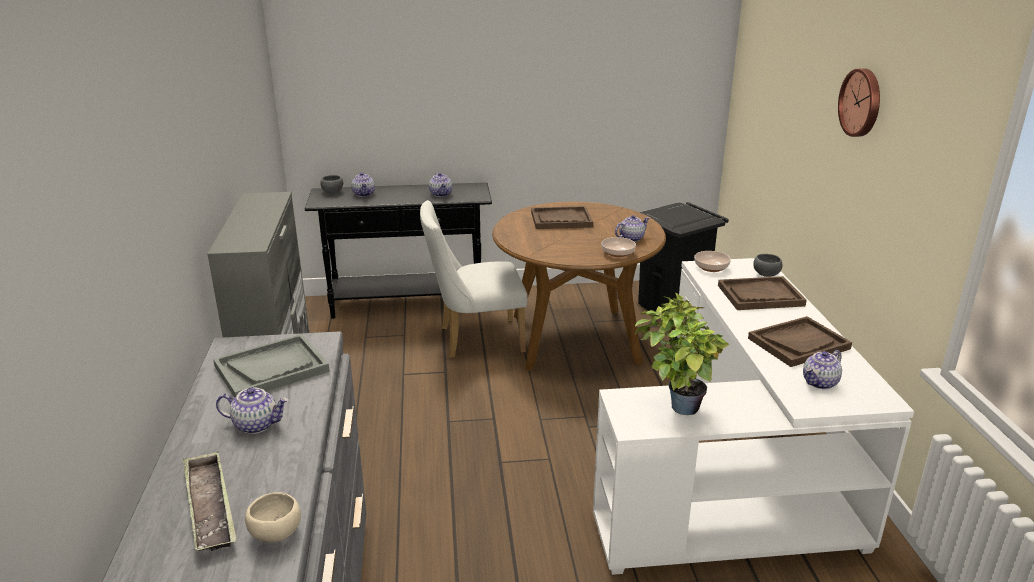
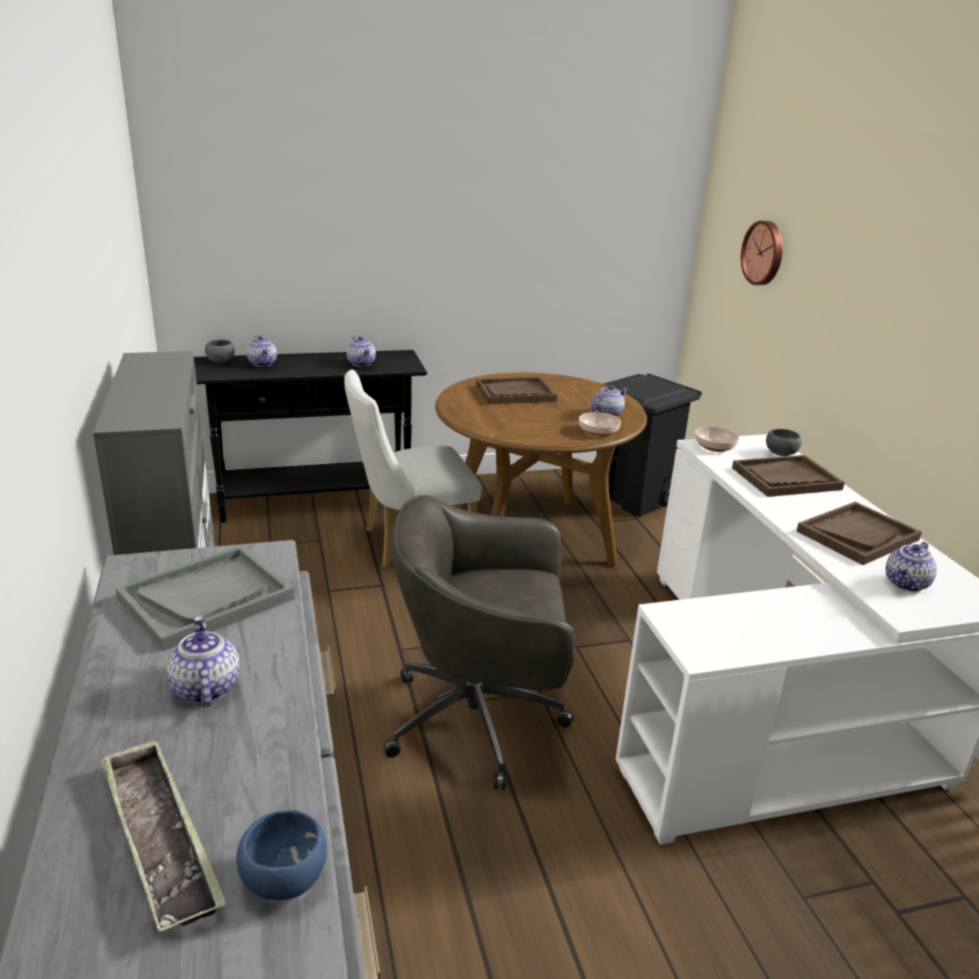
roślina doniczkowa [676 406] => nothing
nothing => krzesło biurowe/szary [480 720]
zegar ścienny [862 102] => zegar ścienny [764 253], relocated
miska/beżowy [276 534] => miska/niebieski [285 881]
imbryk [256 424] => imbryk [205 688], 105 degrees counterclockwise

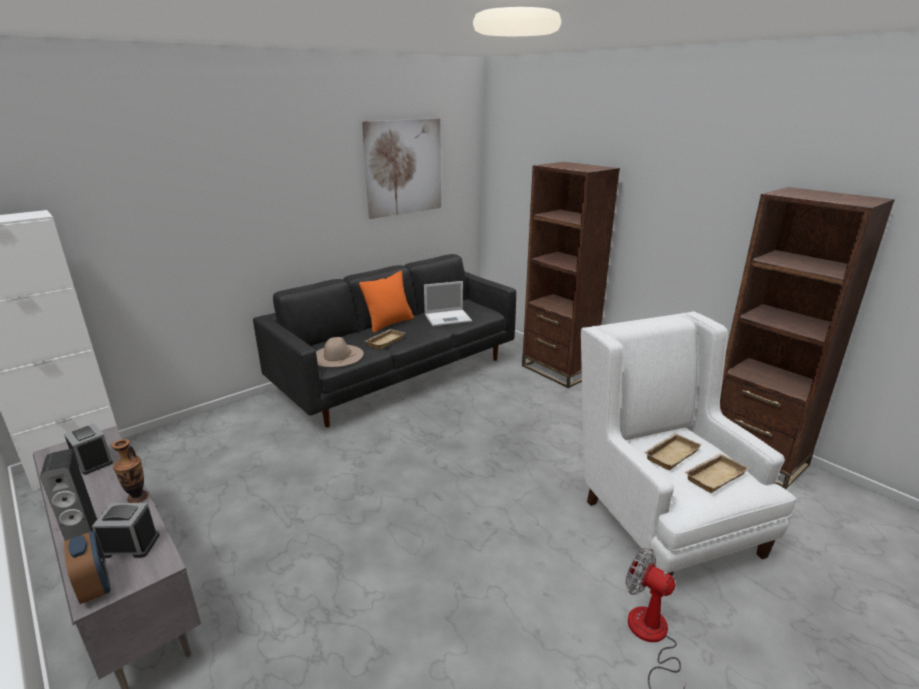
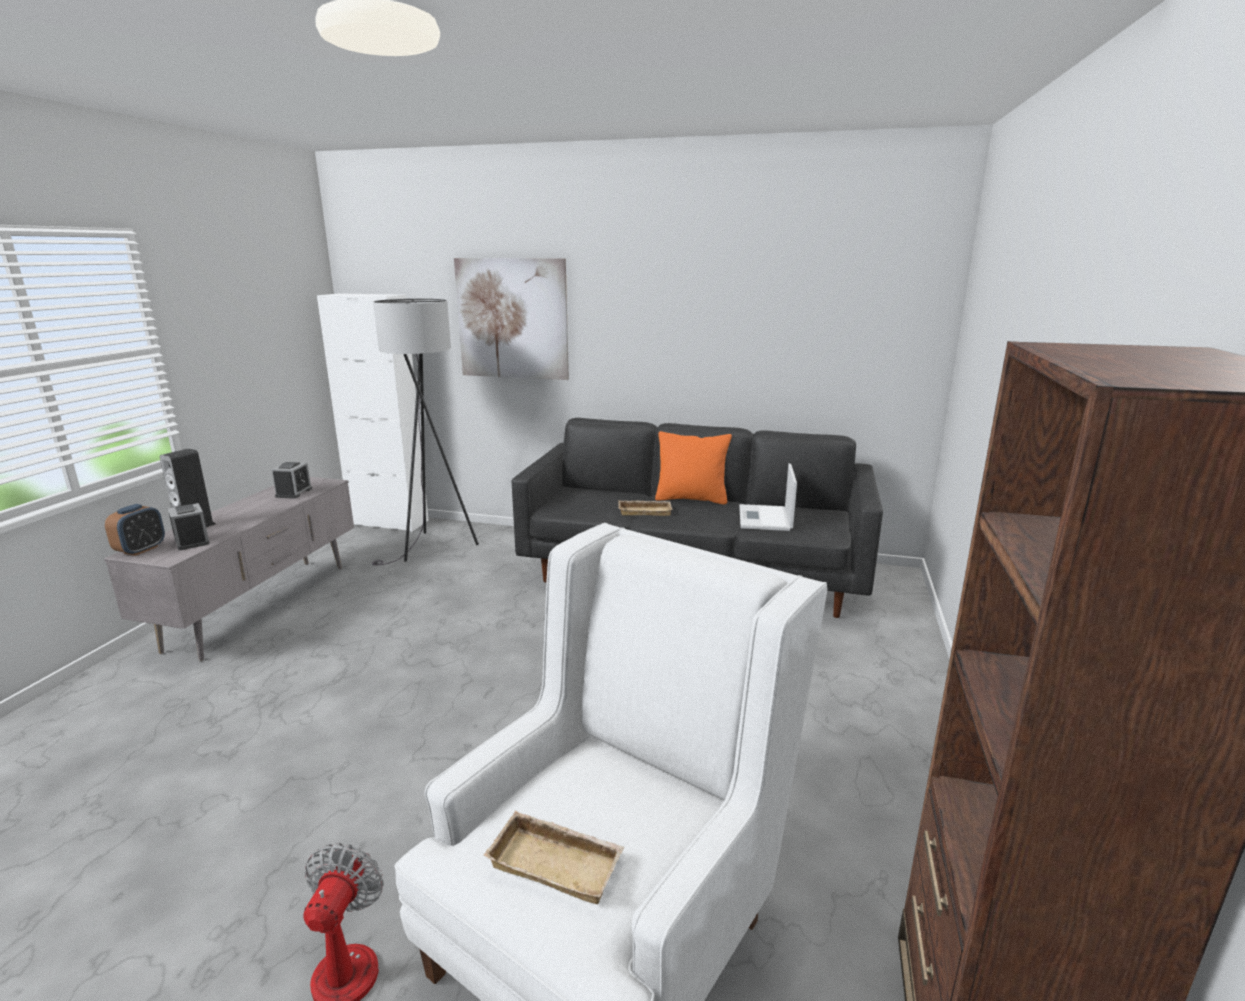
wazon [137 497] => nothing
kapelusz/beżowy [337 355] => nothing
regał/brązowy [558 370] => nothing
taca/beżowy [670 454] => nothing
nothing => lampa stojąca/szary [432 548]
obraz [403 167] => obraz [512 319], relocated
laptop [448 318] => laptop [765 519], 60 degrees clockwise

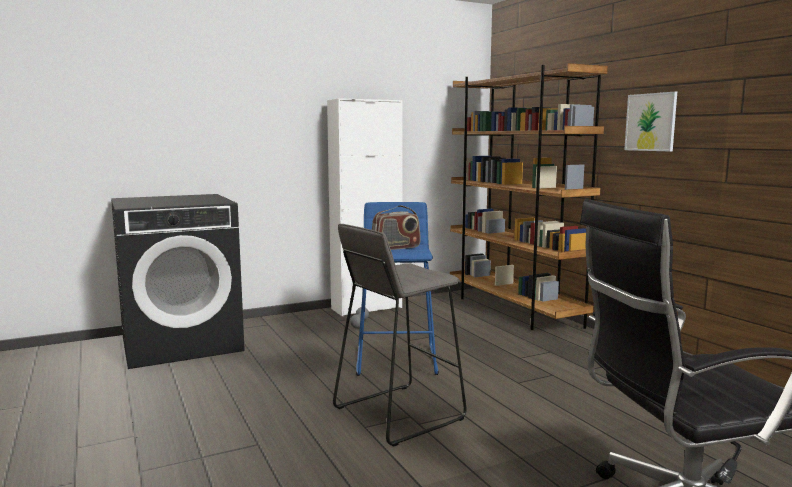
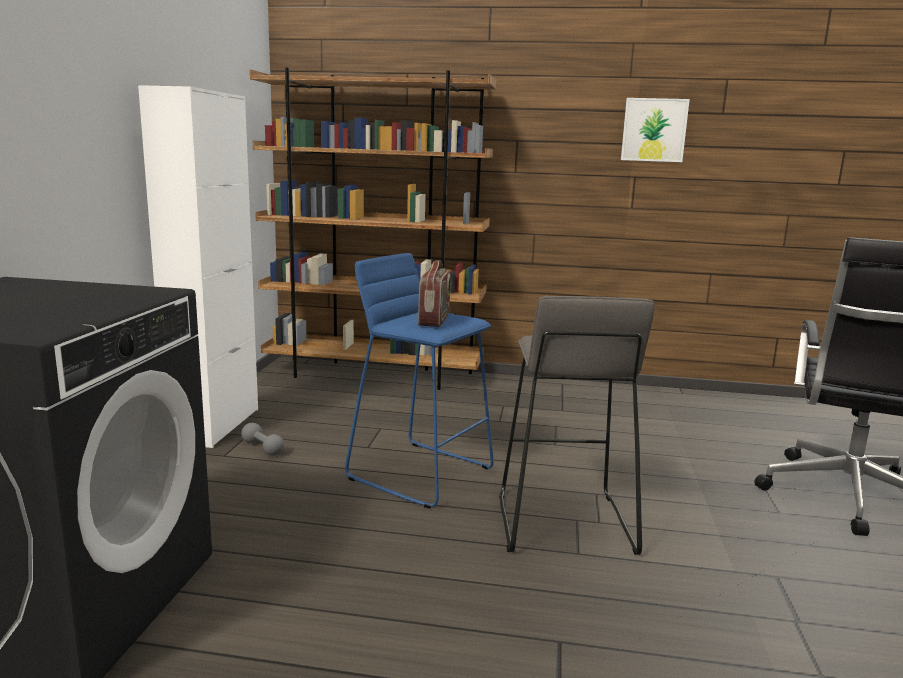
obraz [650 122] => obraz [654 130], relocated

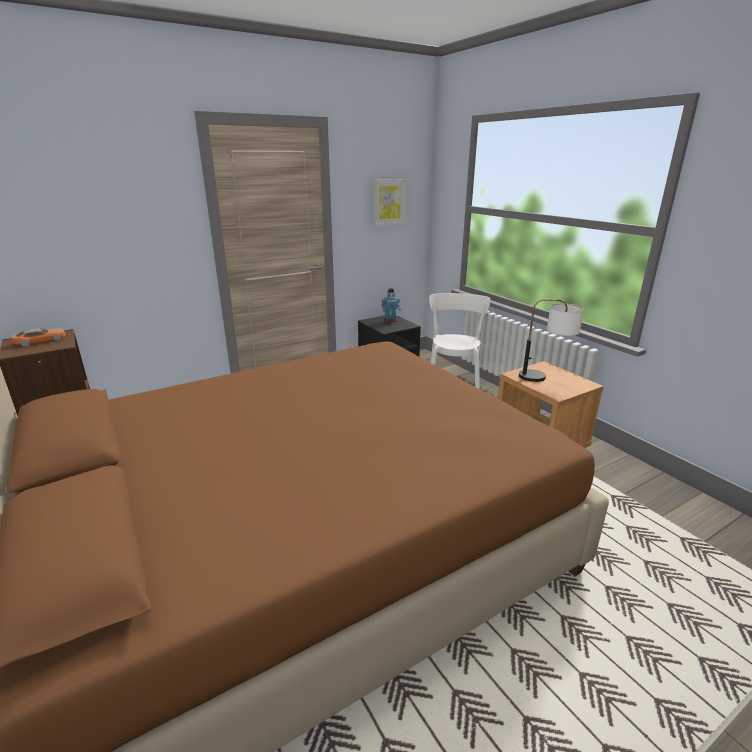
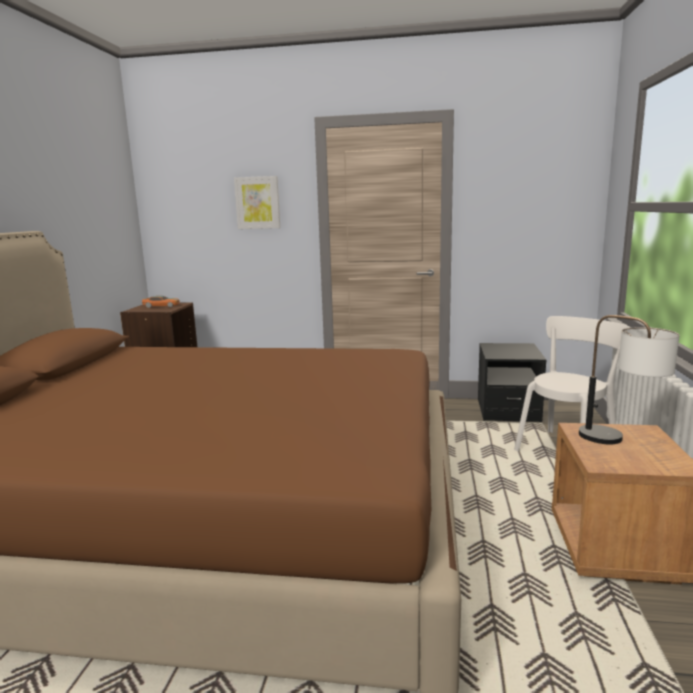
robot zabawkowy [390 320] => nothing
obraz [388 202] => obraz [257 203], relocated

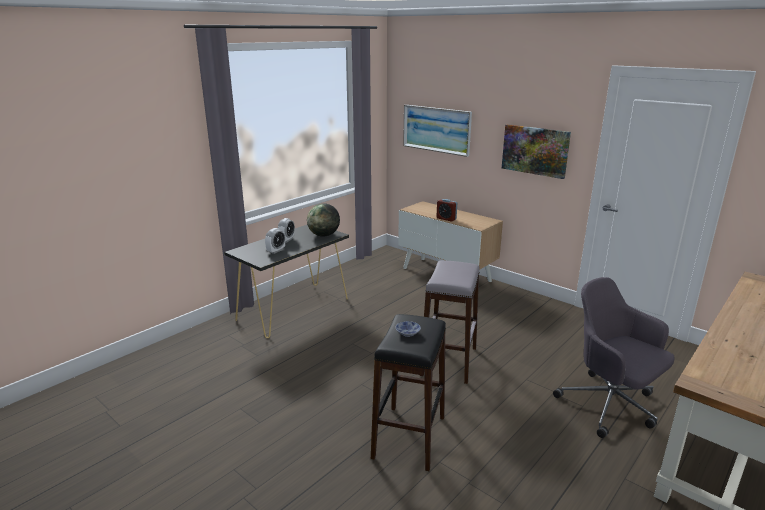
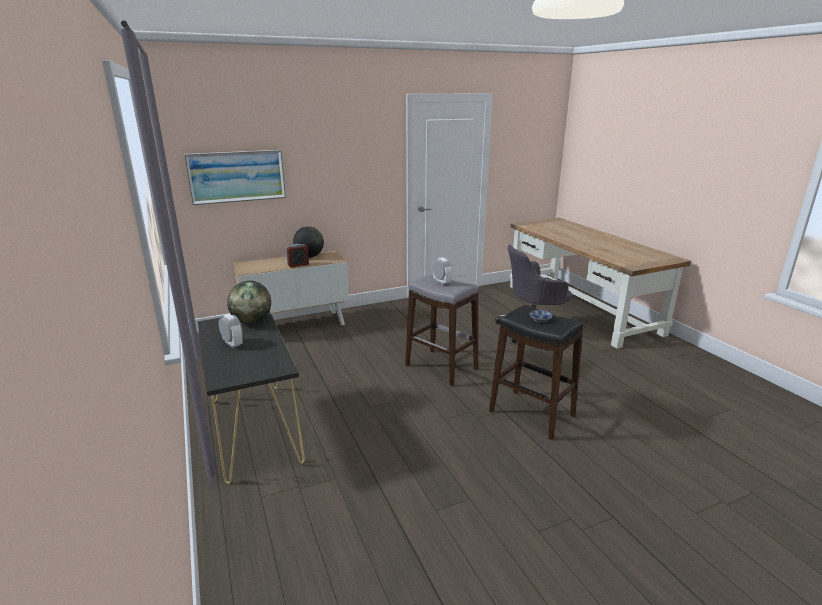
obraz [535 150] => nothing
nothing => globus [309 256]
budzik [276 251] => budzik [442 282], relocated

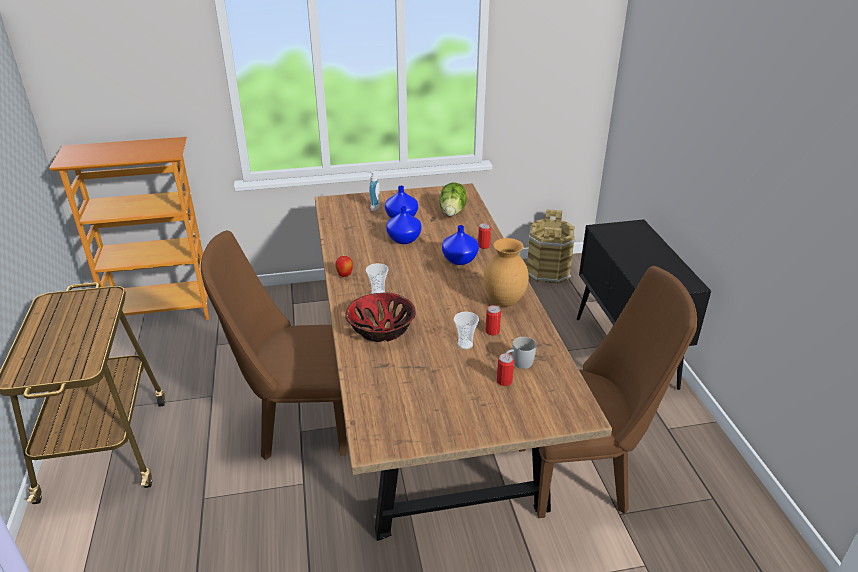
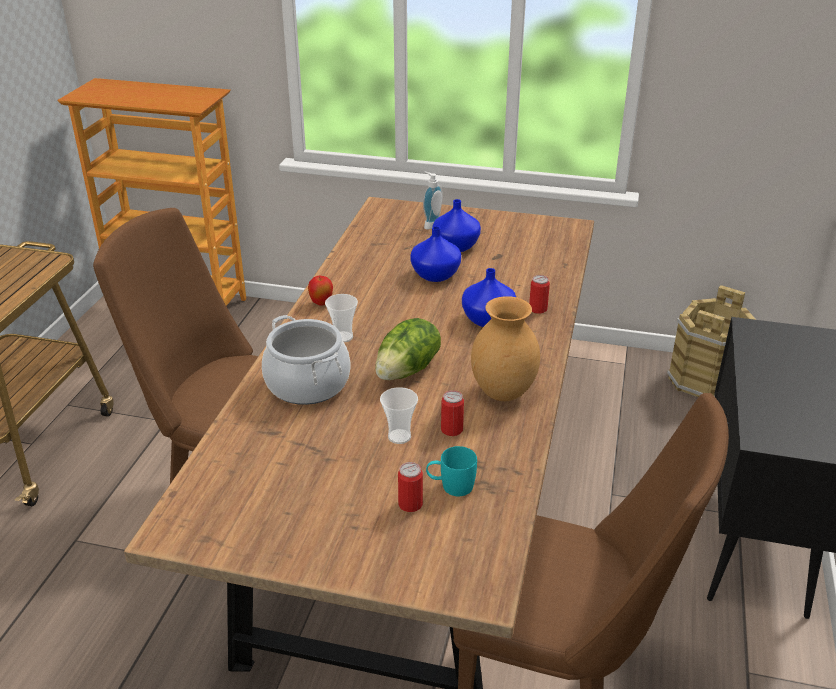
sałata [453 212] => sałata [408 370], relocated
miska [380 329] => garnek [307 384]
kubek/biały [518 363] => kubek/turkusowy [450 486]

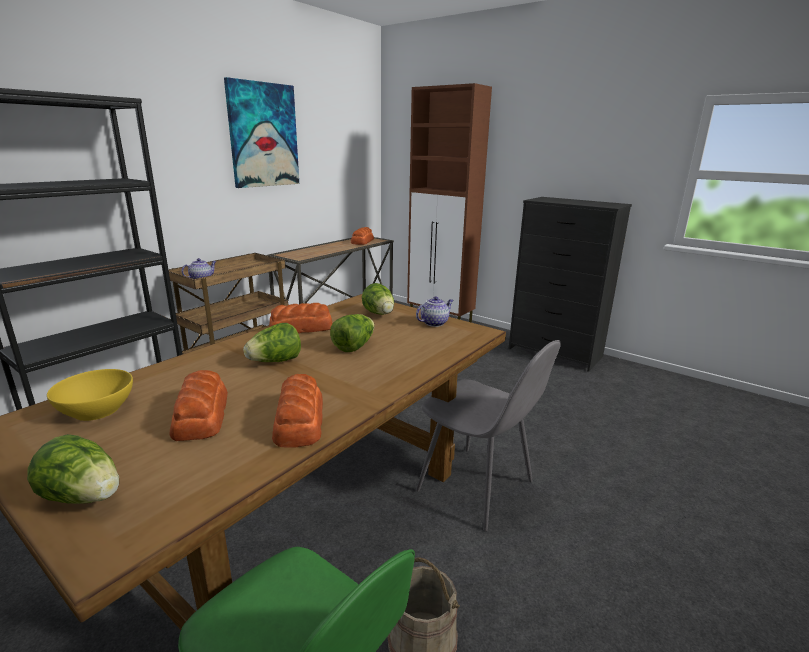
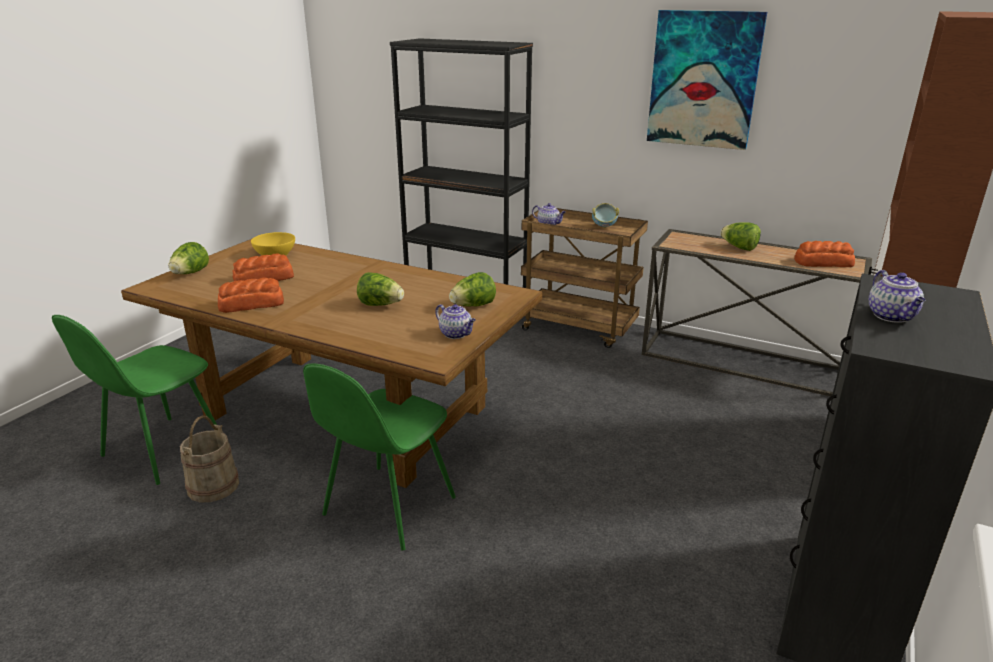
chleb [302 328] => nothing
nothing => miska [604 227]
nothing => imbryk [892 316]
sałata [275 361] => sałata [739 248], relocated
krzesło/szary [478 487] => krzesło/zielony [387 508]

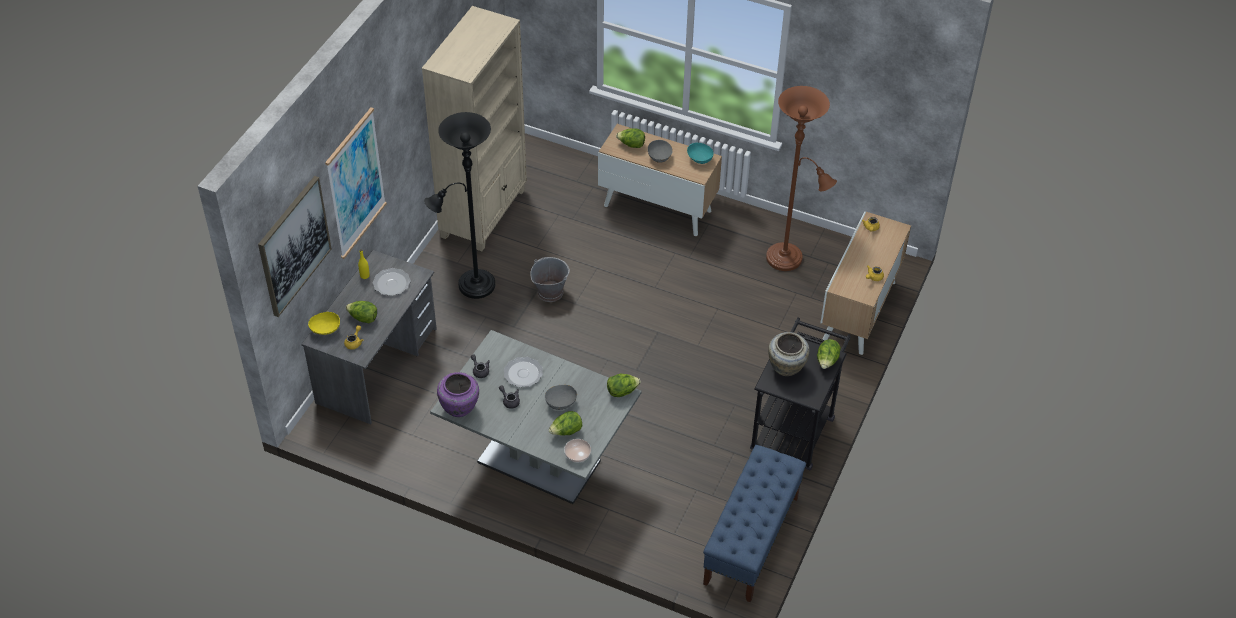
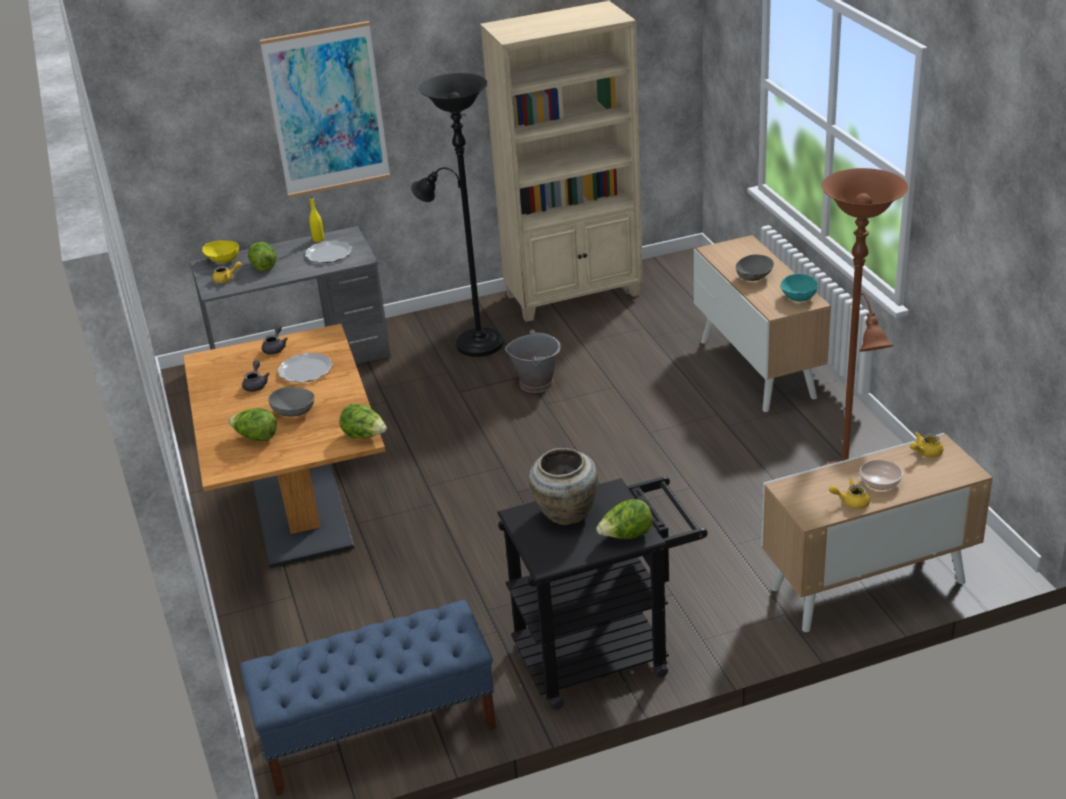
obraz [294 245] => nothing
wazon/fioletowy [459 408] => nothing
sałata [631 145] => nothing
miska [577 454] => miska [879 482], relocated
stół jadalny/szary [539 462] => stół jadalny/brązowy [301 512]

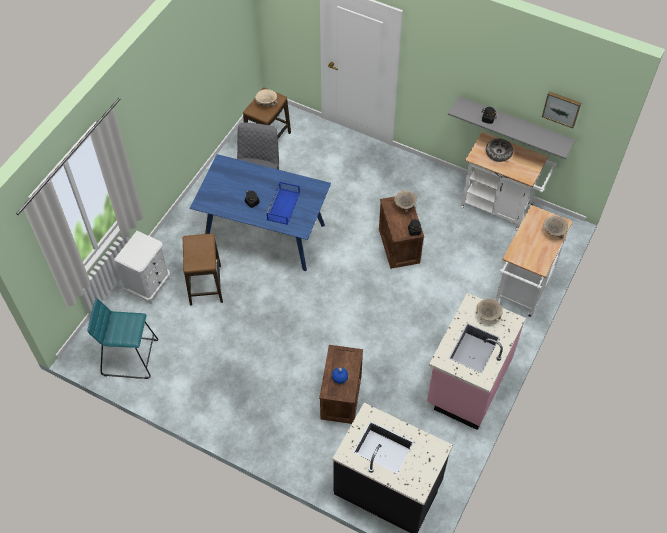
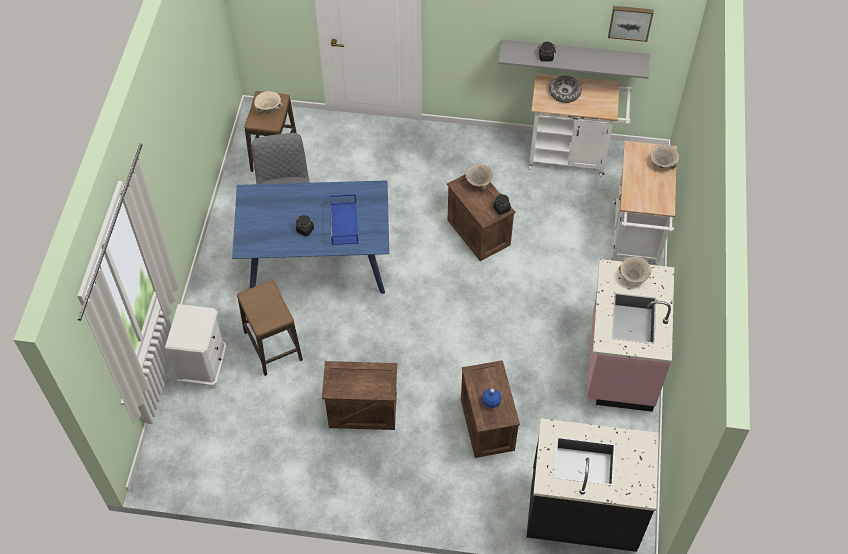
stołek/turkusowy [130 356] => nothing
nothing => skrzynka [363 410]

